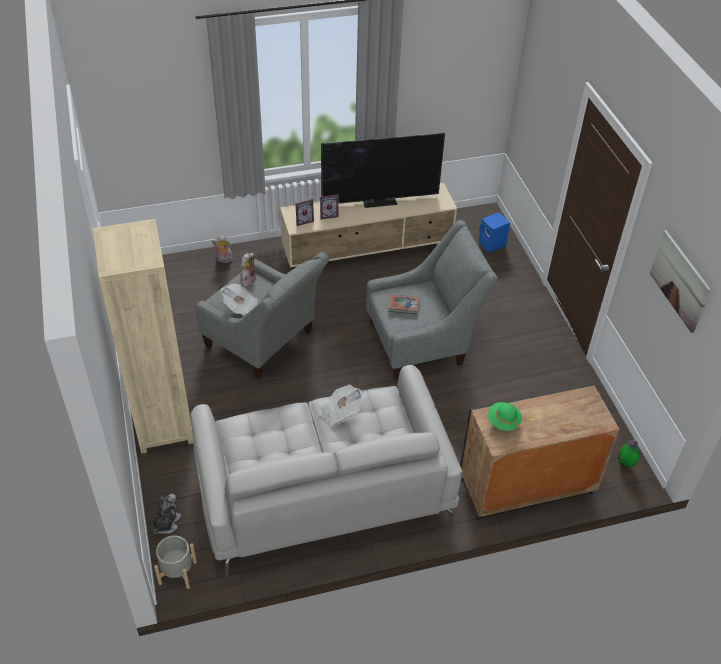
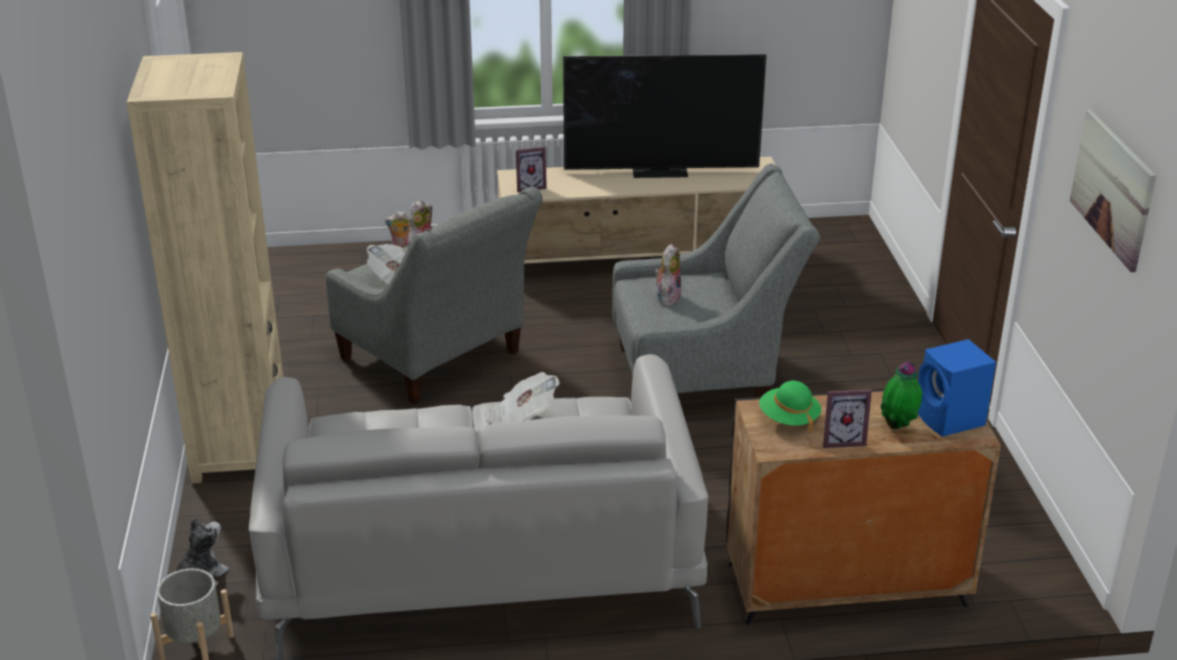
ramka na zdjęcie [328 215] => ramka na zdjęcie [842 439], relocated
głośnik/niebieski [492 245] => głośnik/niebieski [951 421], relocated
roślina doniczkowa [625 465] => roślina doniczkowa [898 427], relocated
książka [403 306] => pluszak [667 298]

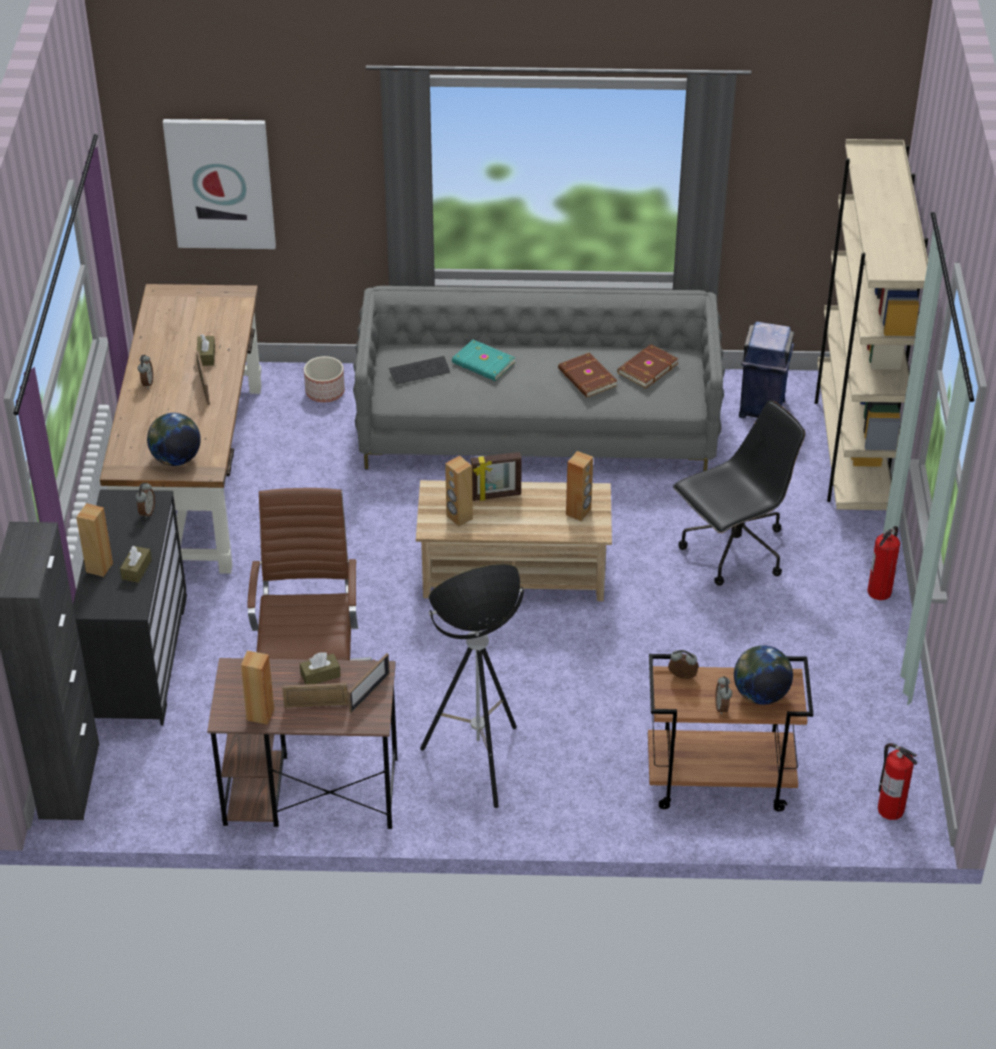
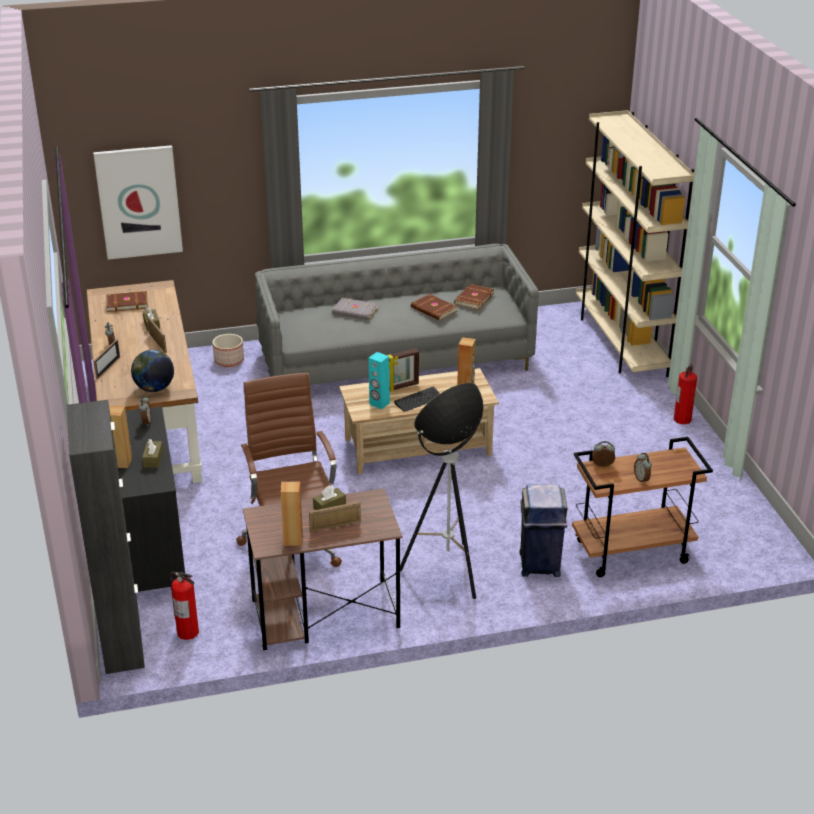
krzesło biurowe/czarny [733 551] => nothing
globus [760 695] => nothing
nothing => książka/brązowy [126 303]
ramka na zdjęcie [369 693] => ramka na zdjęcie [108 367], relocated
klawiatura [419 371] => klawiatura [418 400], relocated
kosz na śmieci/niebieski [761 409] => kosz na śmieci/niebieski [539 565], relocated
gaśnica [890 809] => gaśnica [187 632], relocated
głośnik/brązowy [459 517] => głośnik/turkusowy [379 404]
książka/turkusowy [483 363] => książka/szary [355 311]

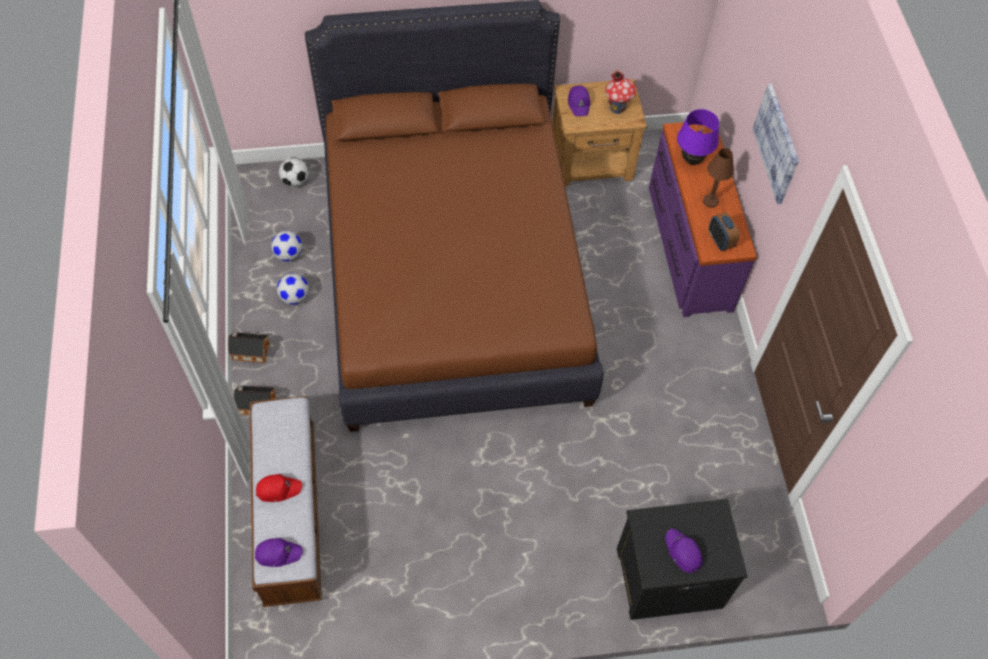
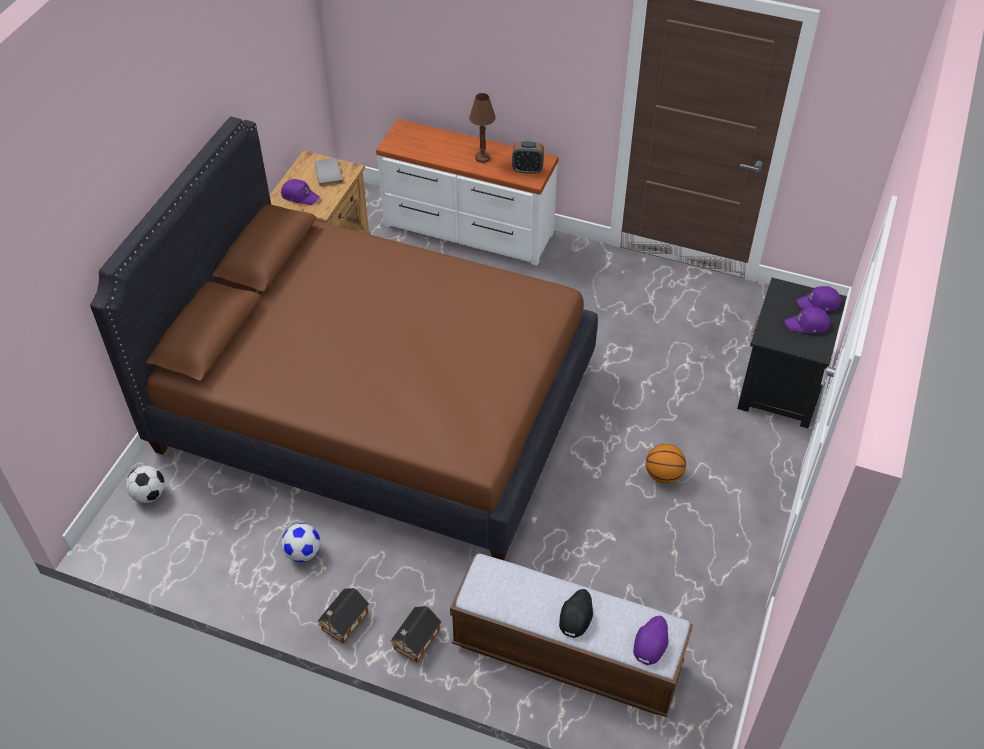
piłka futbolowa [288 254] => nothing
lampa stołowa/fioletowy [692 160] => nothing
obraz [777 143] => nothing
nothing => piłka do koszykówki [663 475]
nothing => czapka z daszkiem/fioletowy [819 303]
domek [617 107] => książka/szary [327 174]
czapka z daszkiem/czerwony [278 489] => czapka z daszkiem/czarny [575 615]
komoda/fioletowy [688 246] => komoda/biały [467 230]

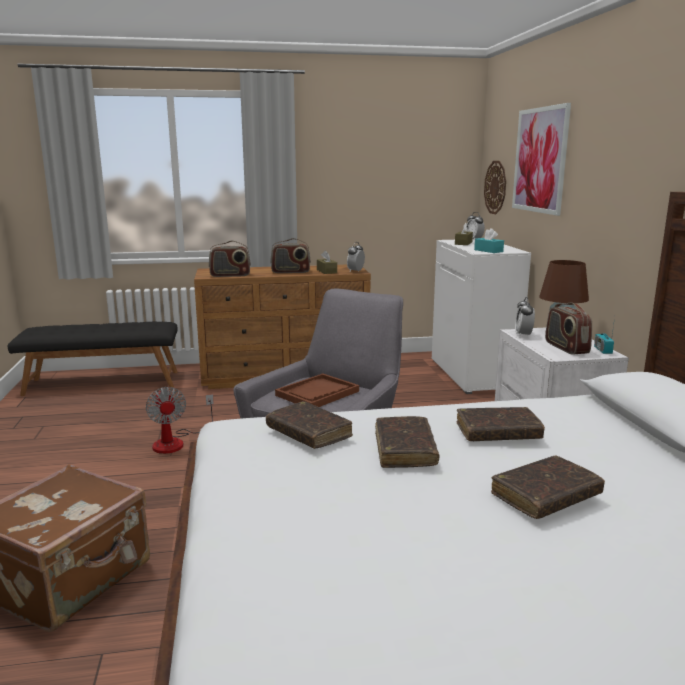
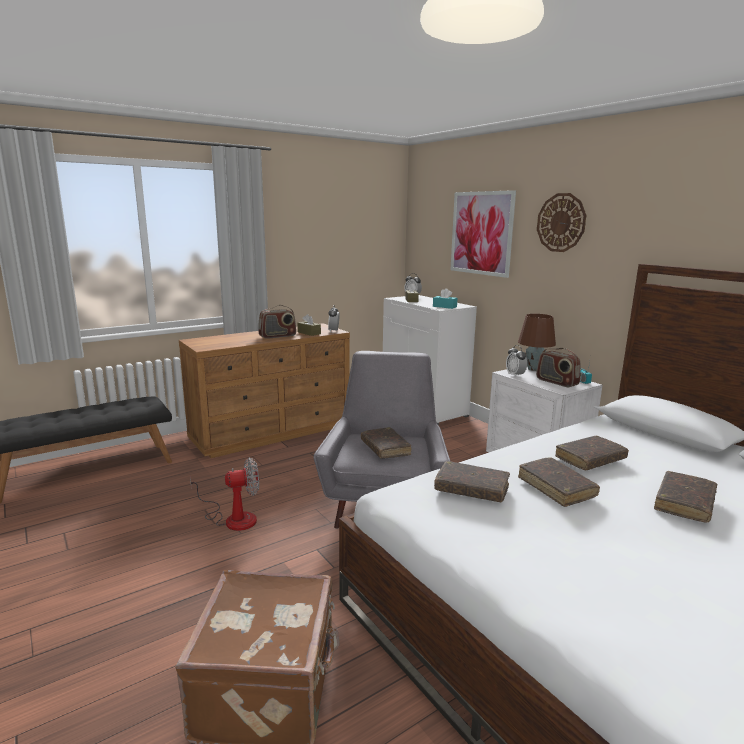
radio [230 275] => nothing
zegar ścienny [495 187] => zegar ścienny [561 222], relocated
taca/brązowy [317 393] => książka/brązowy [385 448]
wentylator [176 442] => wentylator [233 518], 60 degrees counterclockwise

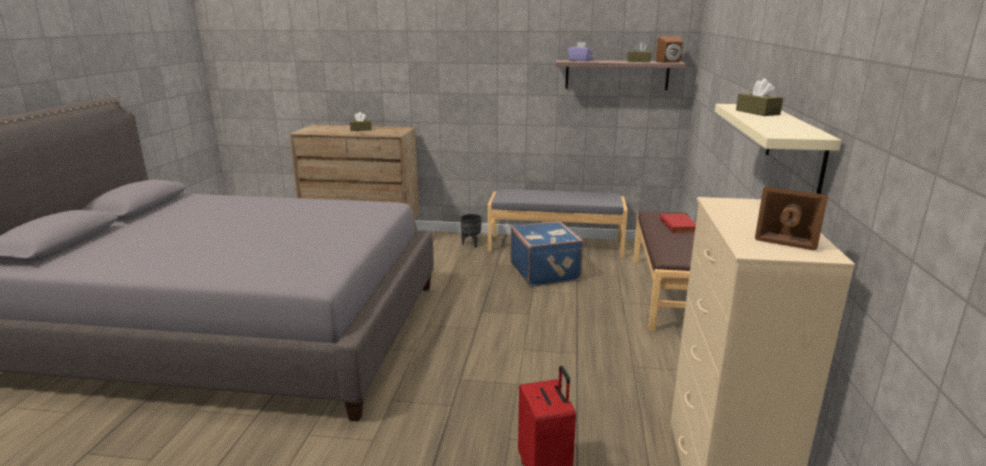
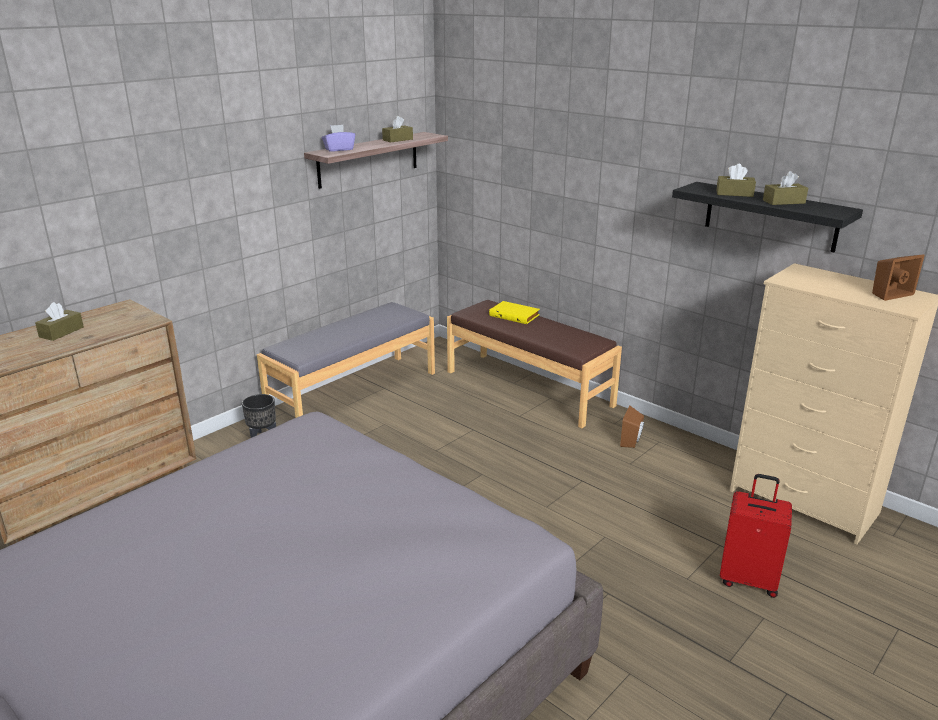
walizka/niebieski [545 271] => nothing
nothing => pudełko chusteczek/brązowy [783 202]
głośnik/brązowy [670 62] => głośnik/brązowy [632 441], relocated
książka/czerwony [679 226] => książka/żółty [515 315]
półka/beżowy [795 146] => półka/czarny [770 216]

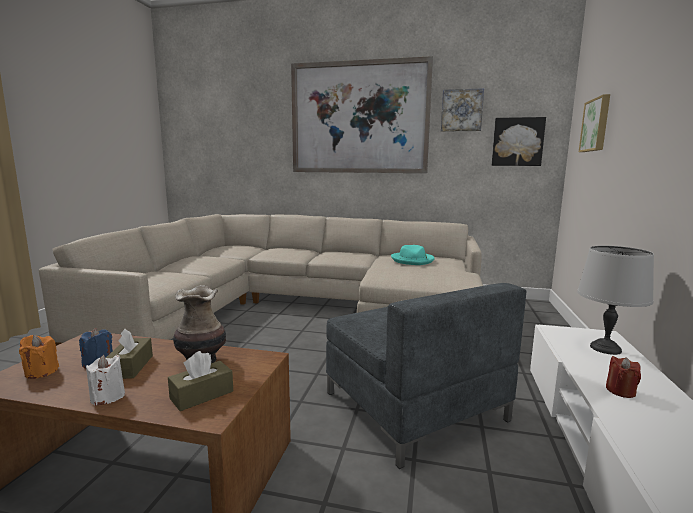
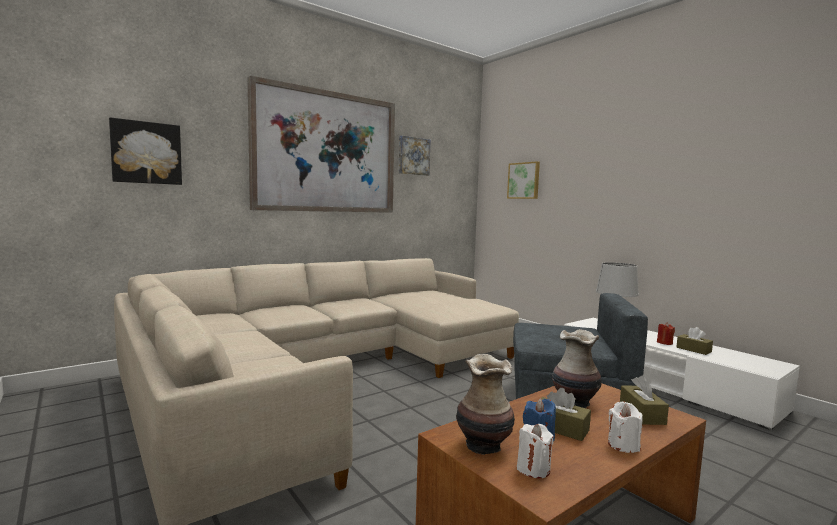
kapelusz/turkusowy [412 260] => nothing
nothing => wazon [483 445]
nothing => pudełko chusteczek/brązowy [693 350]
obraz [517 142] => obraz [146 153], relocated
świeca/pomarańczowy [41 372] => świeca/biały [533 469]

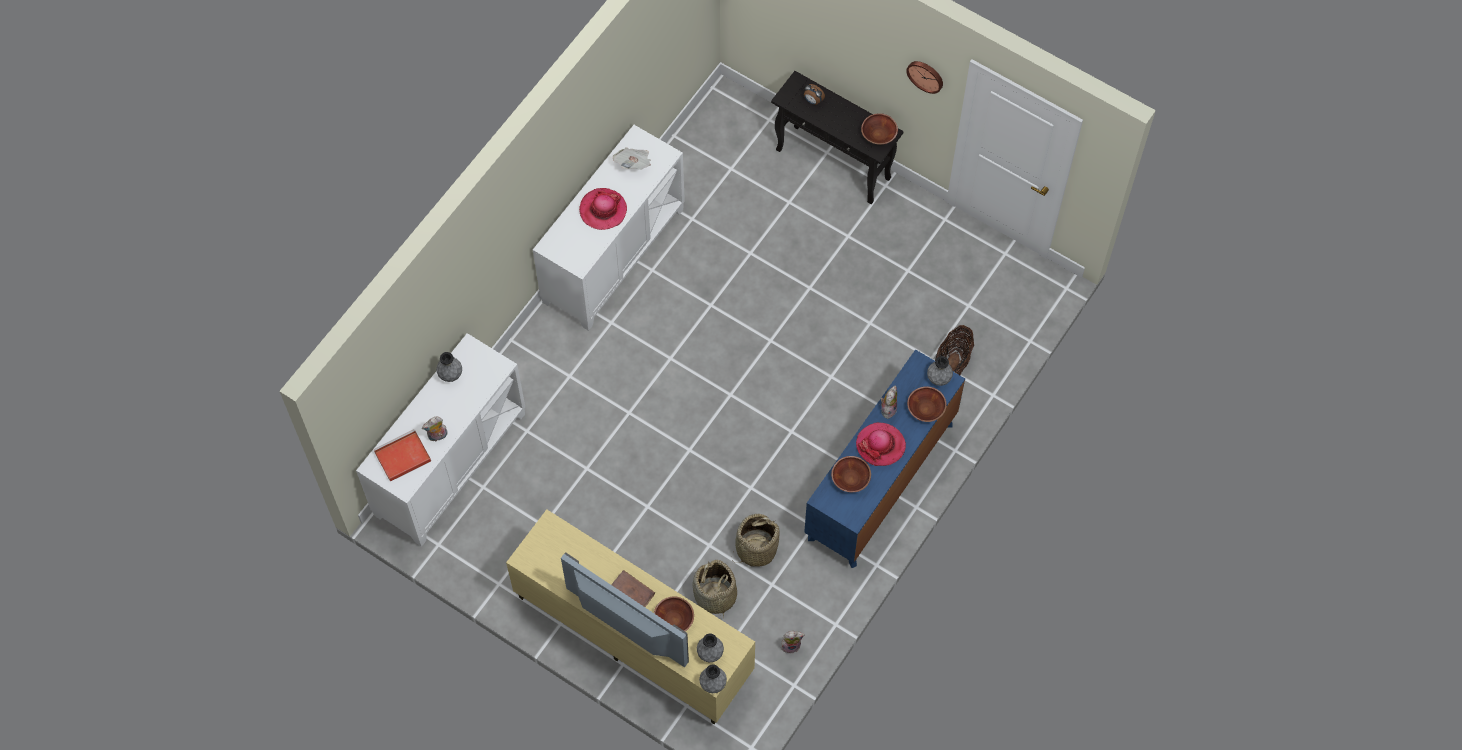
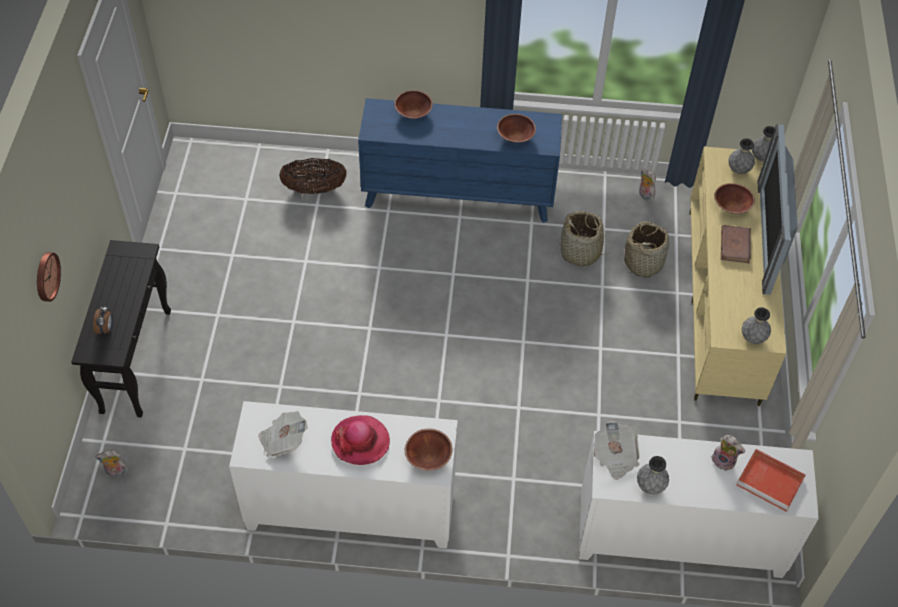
kapelusz [880 445] => nothing
nothing => gazeta [615 457]
miska/brązowy [879 135] => miska/brązowy [428 456], relocated
pluszak [888 408] => pluszak [116 472], relocated
zegar ścienny [926 75] => zegar ścienny [45 276], relocated
wazon/szary [938 379] => wazon/szary [753 338], relocated

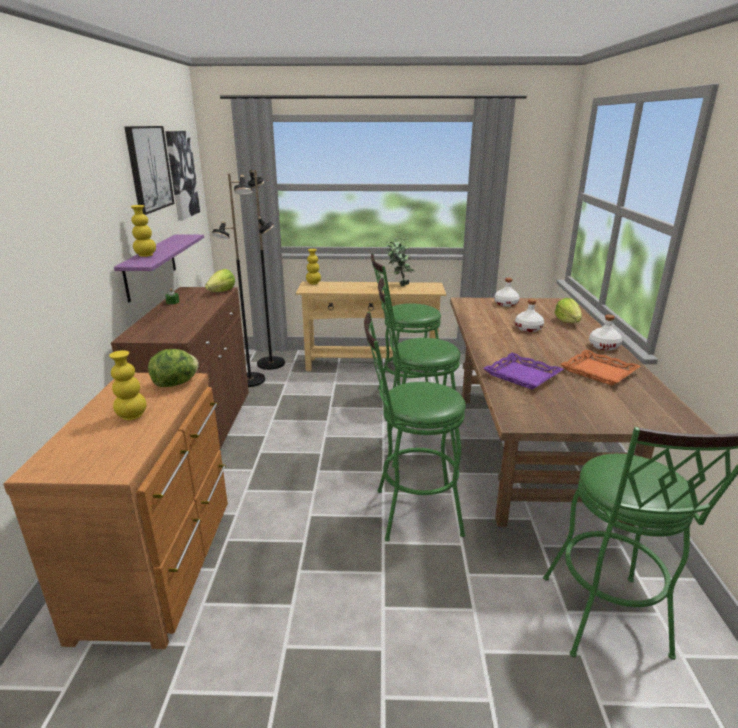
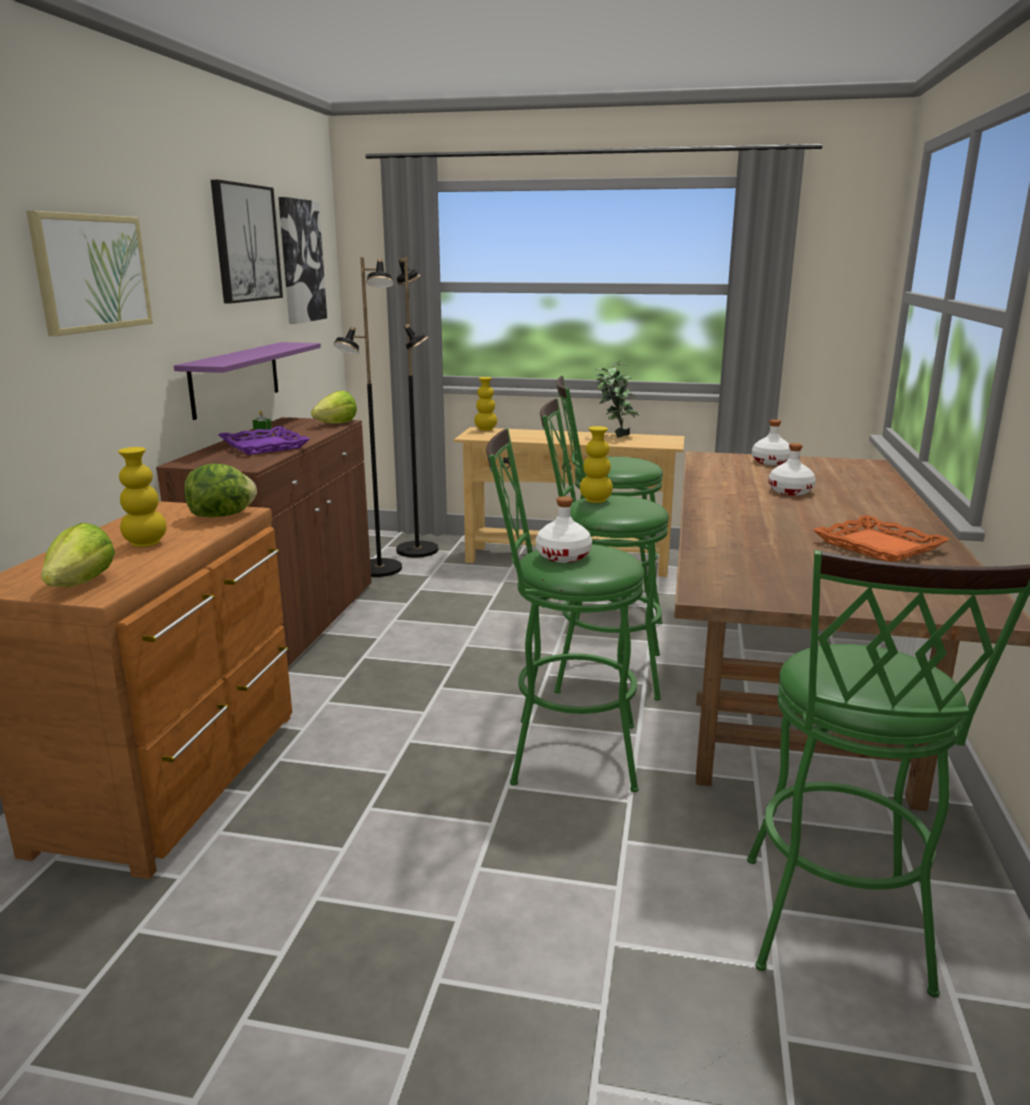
nothing => obraz [92 273]
wazon/żółty [146 255] => wazon/żółty [595 501], relocated
taca/fioletowy [522 375] => taca/fioletowy [265 446], relocated
sałata [567 322] => sałata [81 584], relocated
butelka/biały [603 346] => butelka/biały [563 556], relocated

